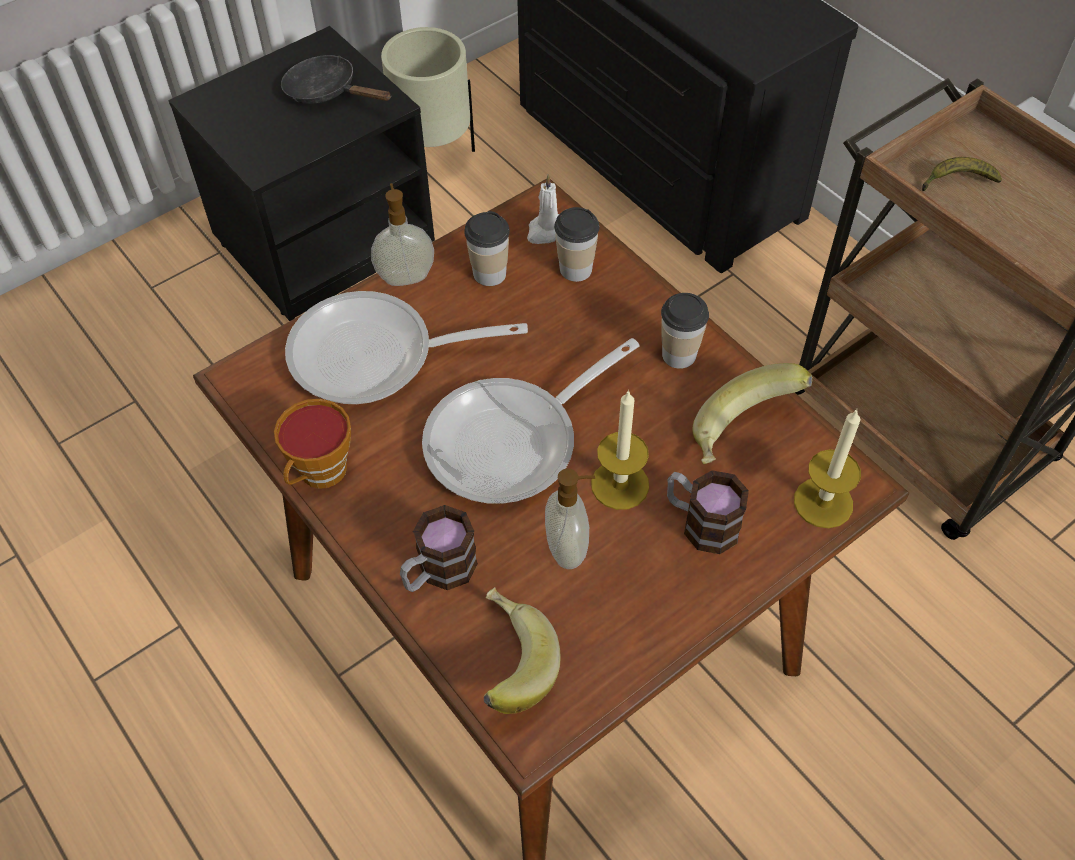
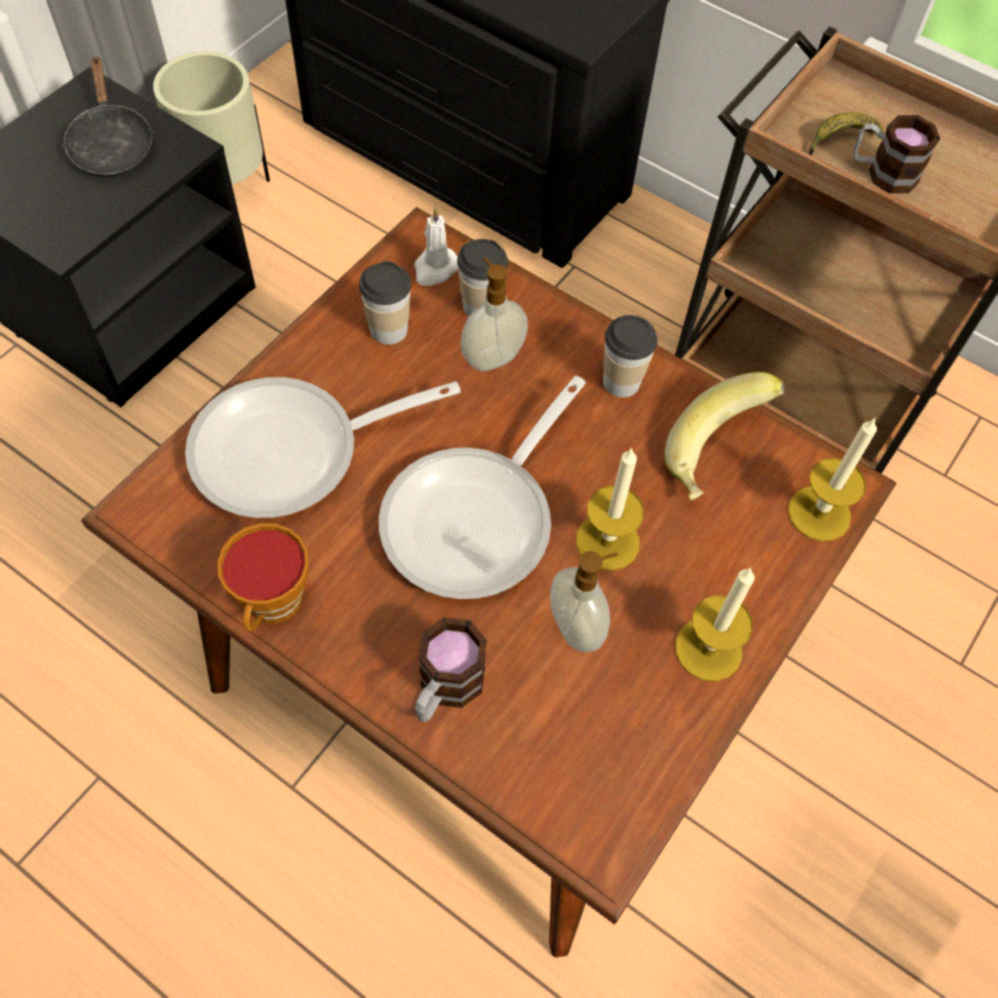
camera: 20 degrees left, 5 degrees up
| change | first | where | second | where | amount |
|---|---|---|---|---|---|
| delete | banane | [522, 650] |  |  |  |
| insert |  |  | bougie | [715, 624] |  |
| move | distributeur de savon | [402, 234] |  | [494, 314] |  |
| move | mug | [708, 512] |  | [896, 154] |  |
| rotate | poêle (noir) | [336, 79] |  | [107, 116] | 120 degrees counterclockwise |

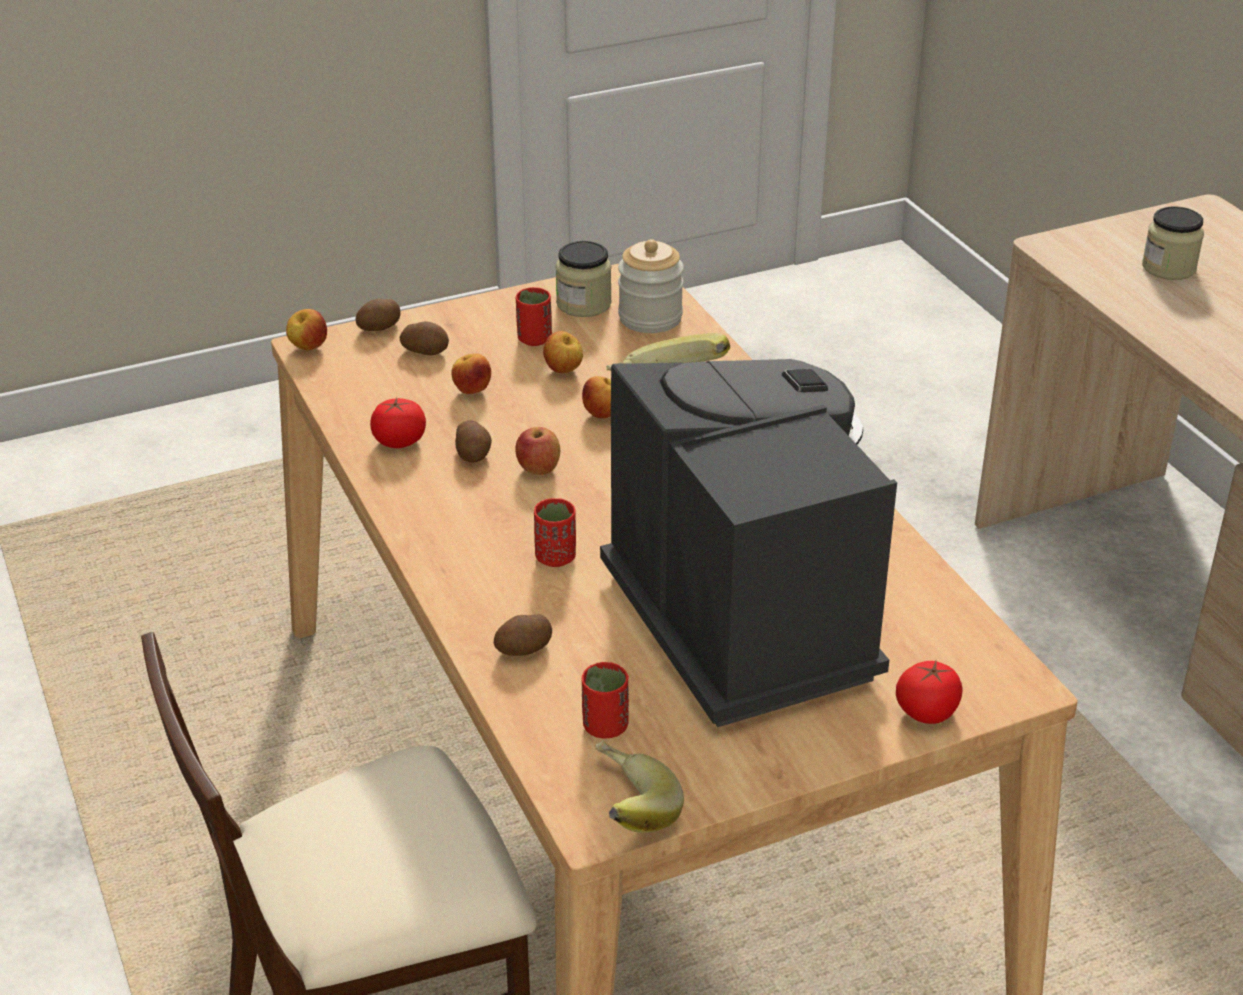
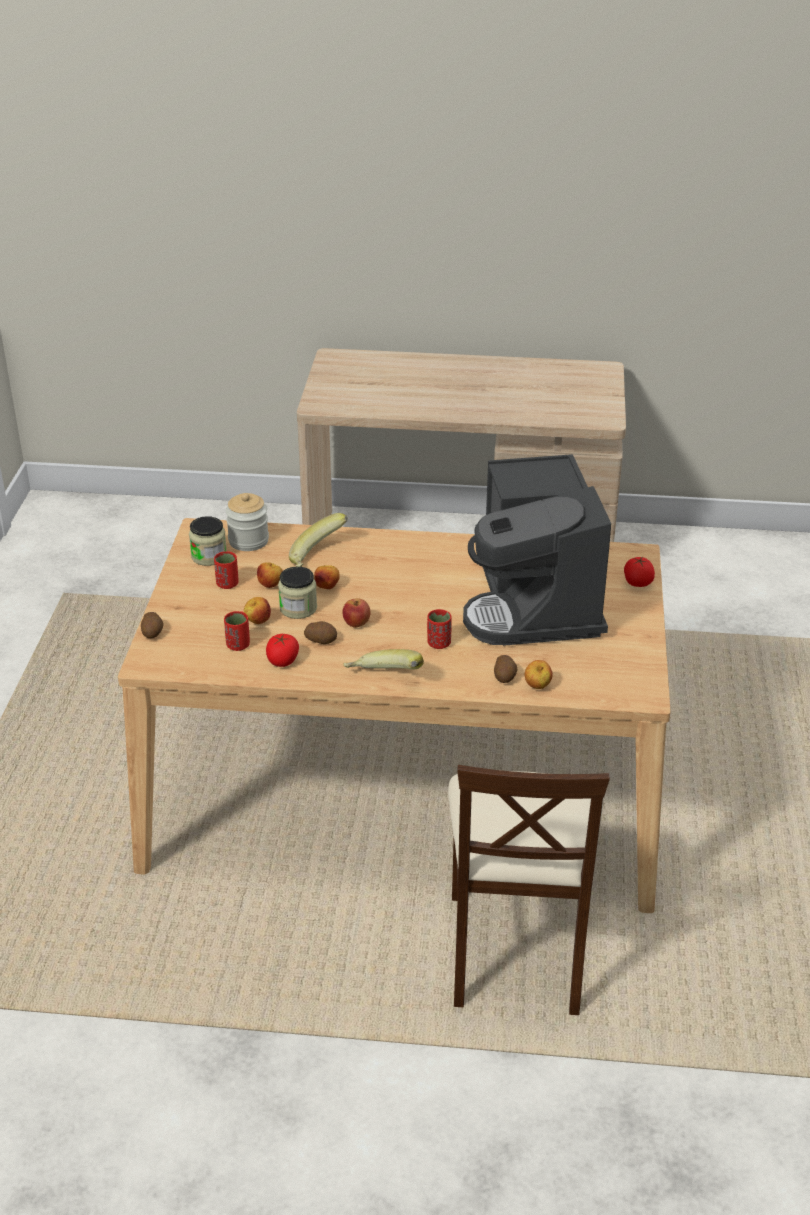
camera: 60 degrees left, 0 degrees up
| change | first | where | second | where | amount |
|---|---|---|---|---|---|
| delete | pomme de terre | [424, 338] |  |  |  |
| move | pomme | [306, 329] |  | [539, 674] |  |
| move | tasse (rouge) | [605, 700] |  | [237, 631] |  |
| move | banane | [639, 786] |  | [383, 659] |  |
| move | bocal | [1173, 243] |  | [297, 593] |  |
| rotate | machine à café | [748, 543] |  | [537, 550] | 105 degrees counterclockwise |

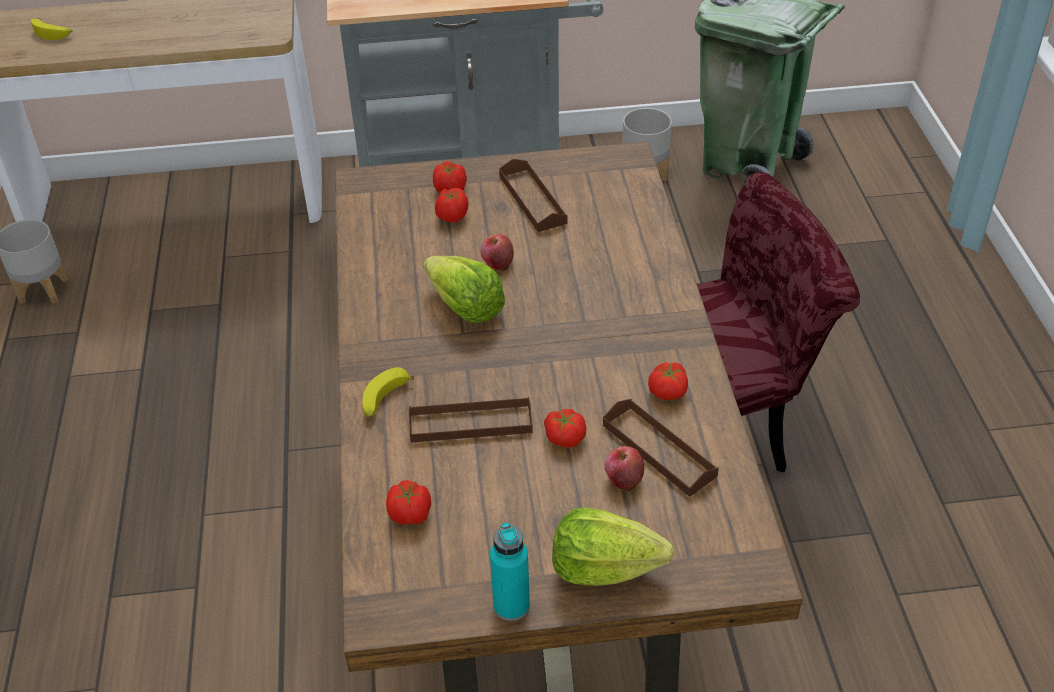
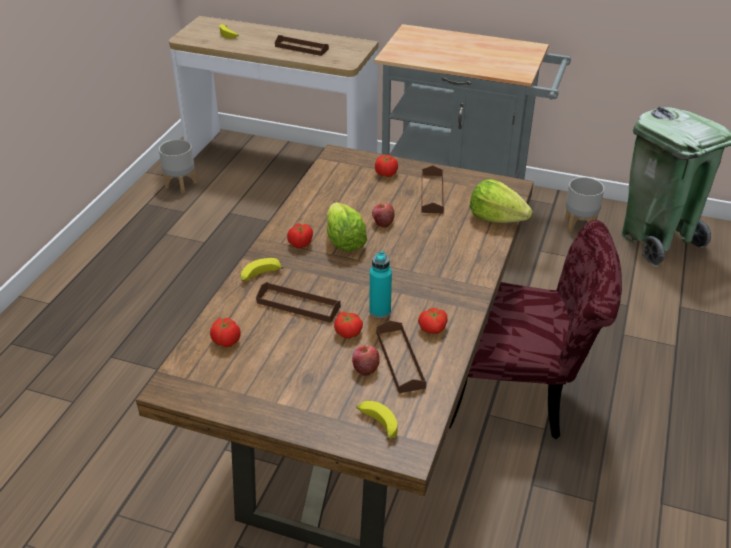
camera: 25 degrees right, 5 degrees down
| change | first | where | second | where | amount |
|---|---|---|---|---|---|
| insert |  |  | plateau (marron) | [302, 45] |  |
| insert |  |  | banane | [377, 420] |  |
| move | tomate | [452, 205] |  | [300, 235] |  |
| move | bouteille (turquoise) | [510, 571] |  | [381, 284] |  |
| move | laitue | [613, 547] |  | [501, 201] |  |

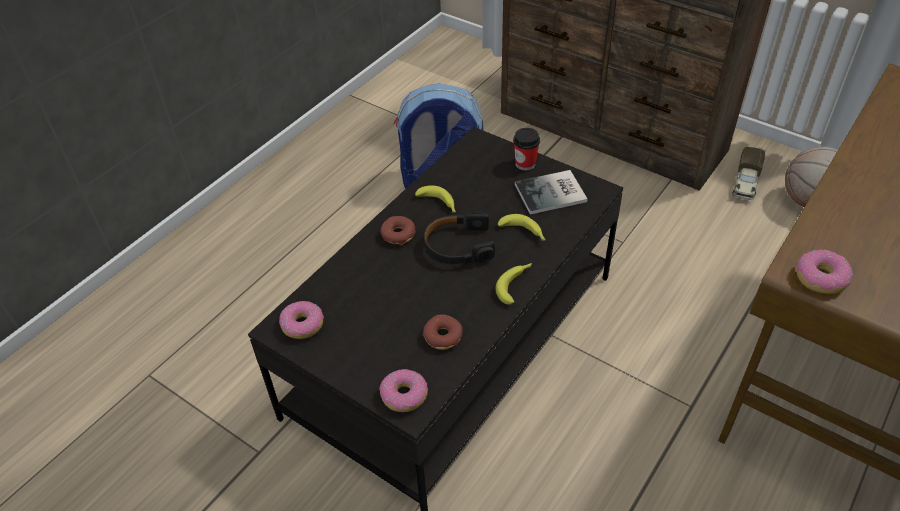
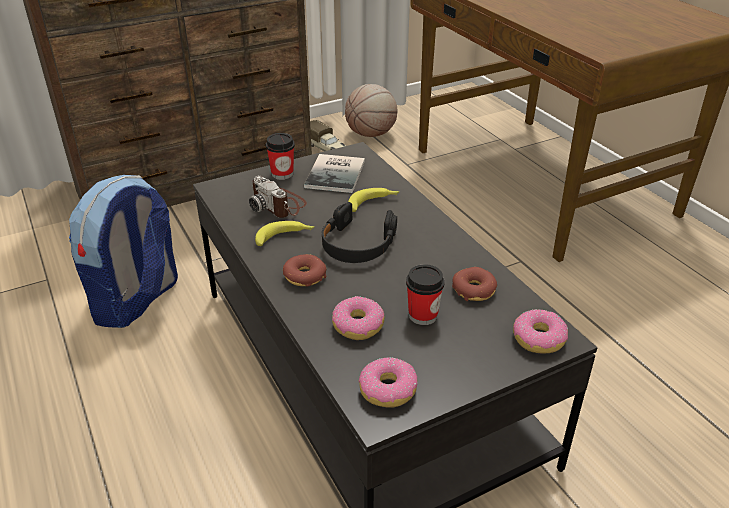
camera: 65 degrees left, 10 degrees down
| change | first | where | second | where | amount |
|---|---|---|---|---|---|
| delete | banane | [513, 284] |  |  |  |
| insert |  |  | appareil photo | [278, 197] |  |
| insert |  |  | tasse | [425, 294] |  |
| move | beignet | [824, 272] |  | [358, 318] |  |

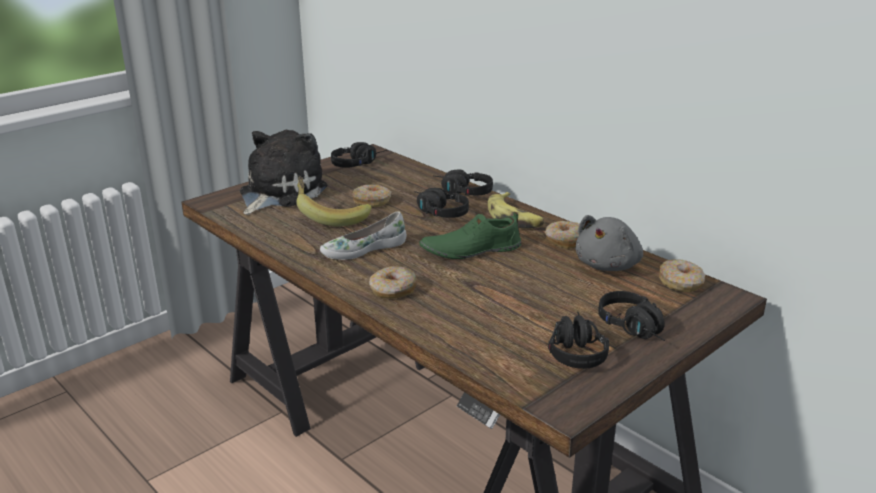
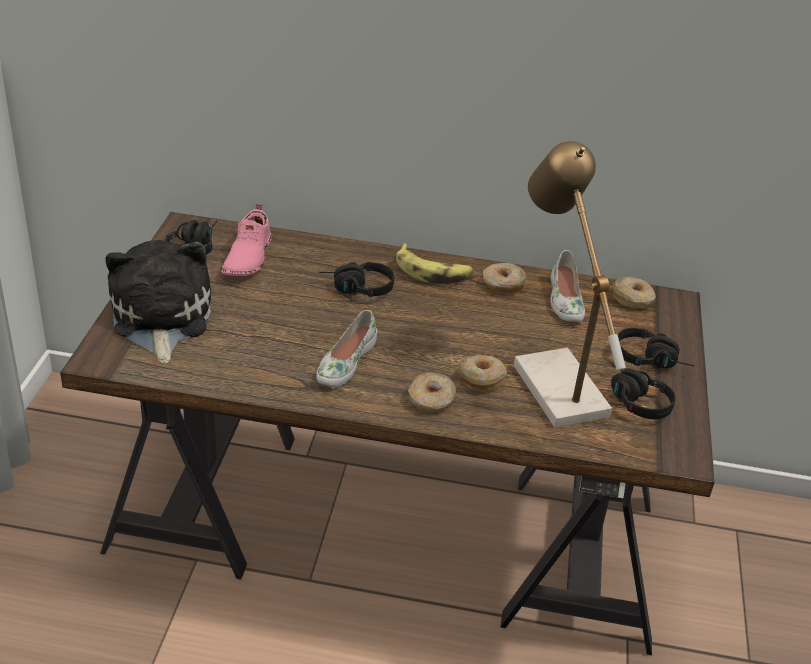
camera: 40 degrees left, 10 degrees up
| change | first | where | second | where | amount |
|---|---|---|---|---|---|
| delete | banane | [334, 202] |  |  |  |
| delete | chaussure (vert) | [470, 235] |  |  |  |
| delete | casque audio (noir) | [463, 182] |  |  |  |
| insert |  |  | chaussure (rose) | [246, 240] |  |
| insert |  |  | lampe de table | [570, 284] |  |
| move | beignet | [371, 196] |  | [483, 373] |  |
| replace | peluche (gris) | [609, 243] | chaussure (blanc) | [567, 286] |  |

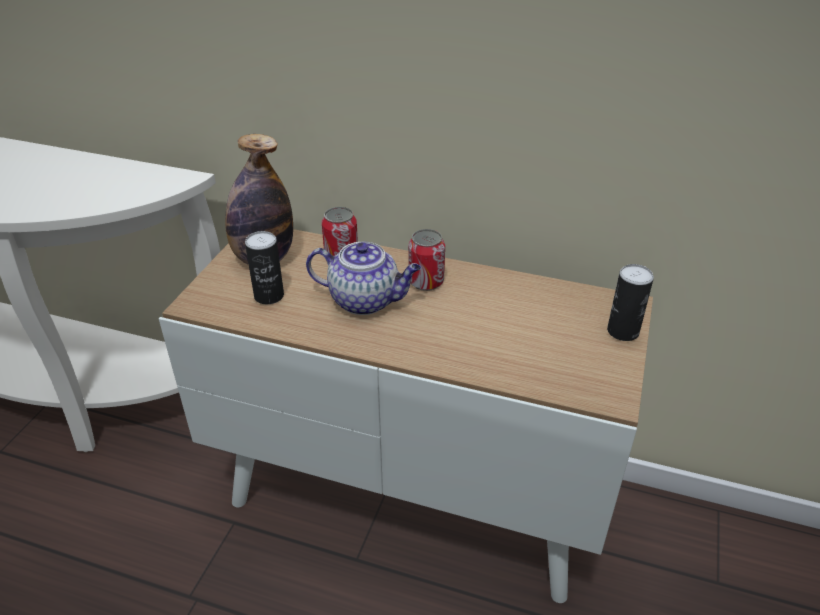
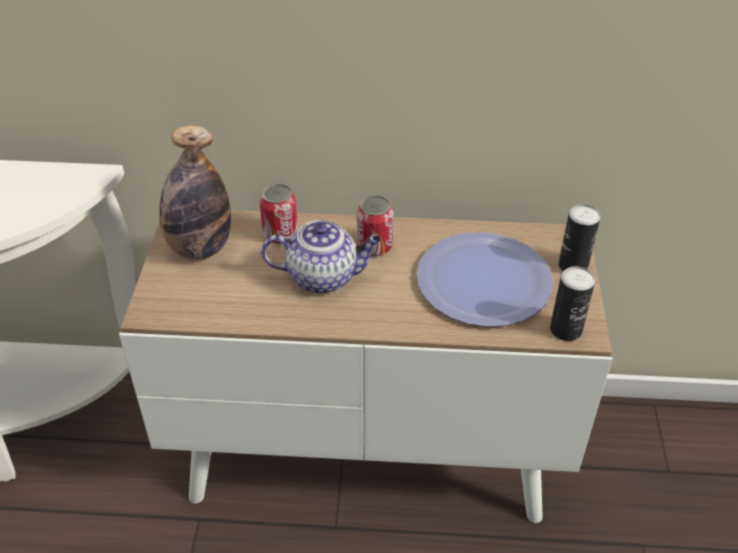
camera: 15 degrees left, 5 degrees up
| change | first | where | second | where | amount |
|---|---|---|---|---|---|
| insert |  |  | assiette | [484, 279] |  |
| move | boîte métallique | [264, 267] |  | [572, 303] |  |

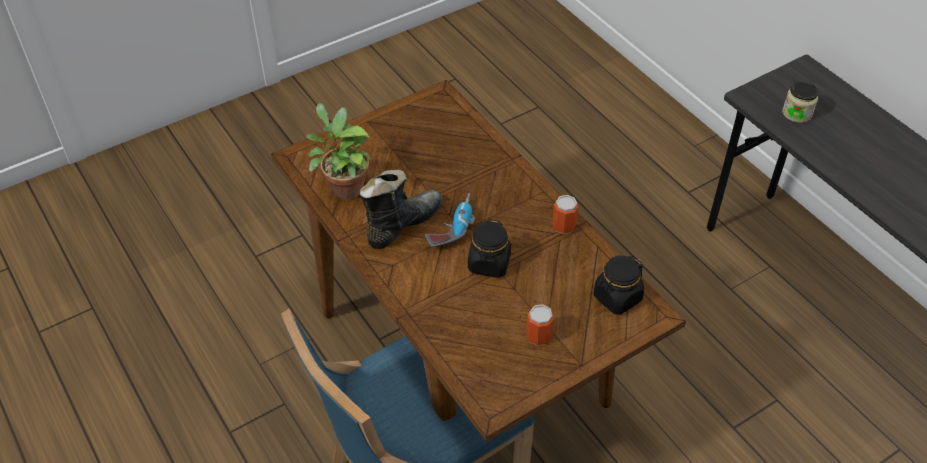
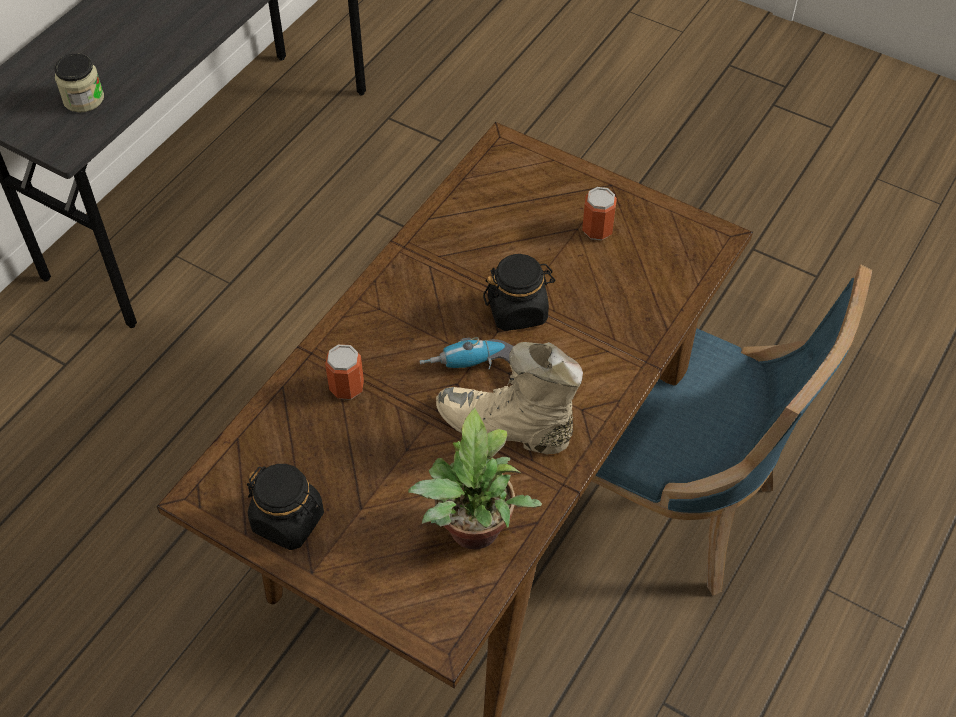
camera: 115 degrees left, 5 degrees up
| change | first | where | second | where | amount |
|---|---|---|---|---|---|
| move | boîte métallique | [565, 214] |  | [344, 372] |  |
| move | bocal (noir) | [619, 285] |  | [285, 507] |  |
| recolor | botte (noir) | [401, 209] | botte (beige) | [509, 398] |  |

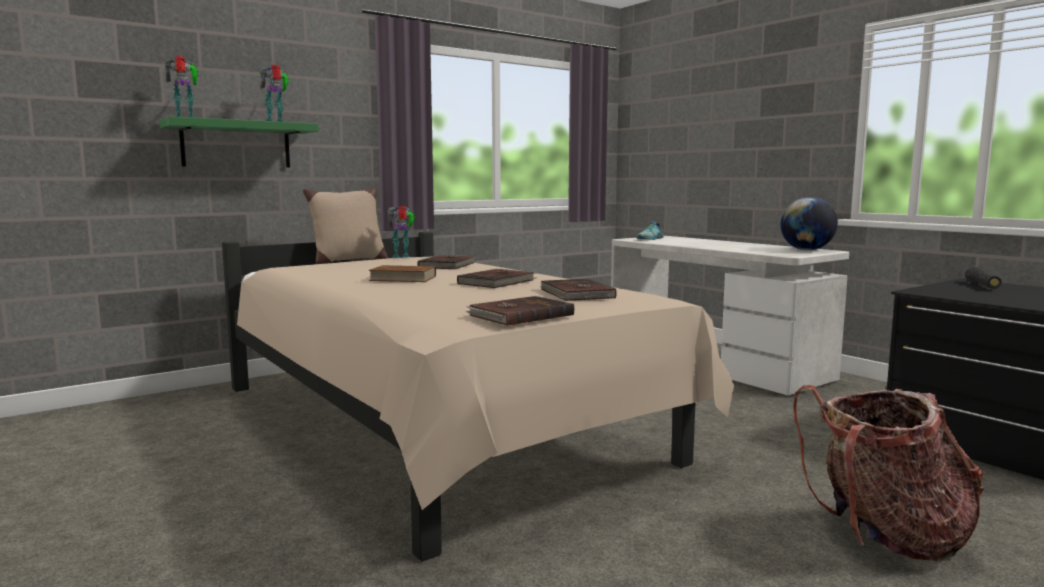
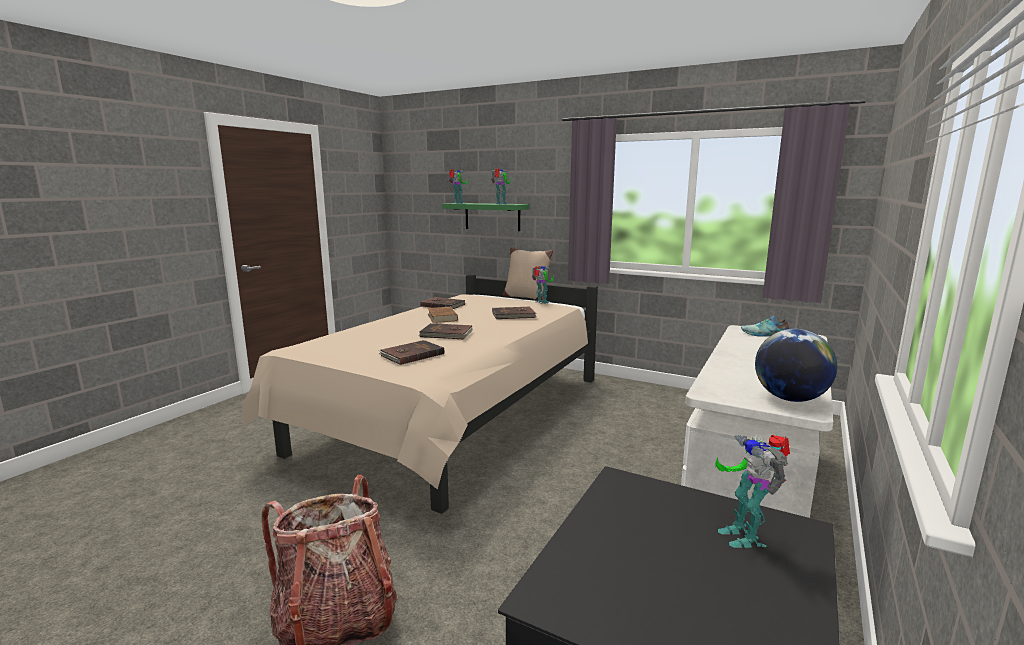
camera: 65 degrees right, 5 degrees up
| change | first | where | second | where | amount |
|---|---|---|---|---|---|
| move | livre (marron) | [520, 311] |  | [443, 303] |  |
| replace | lampe de poche (noir) | [983, 277] | robot jouet | [752, 491] |  |

